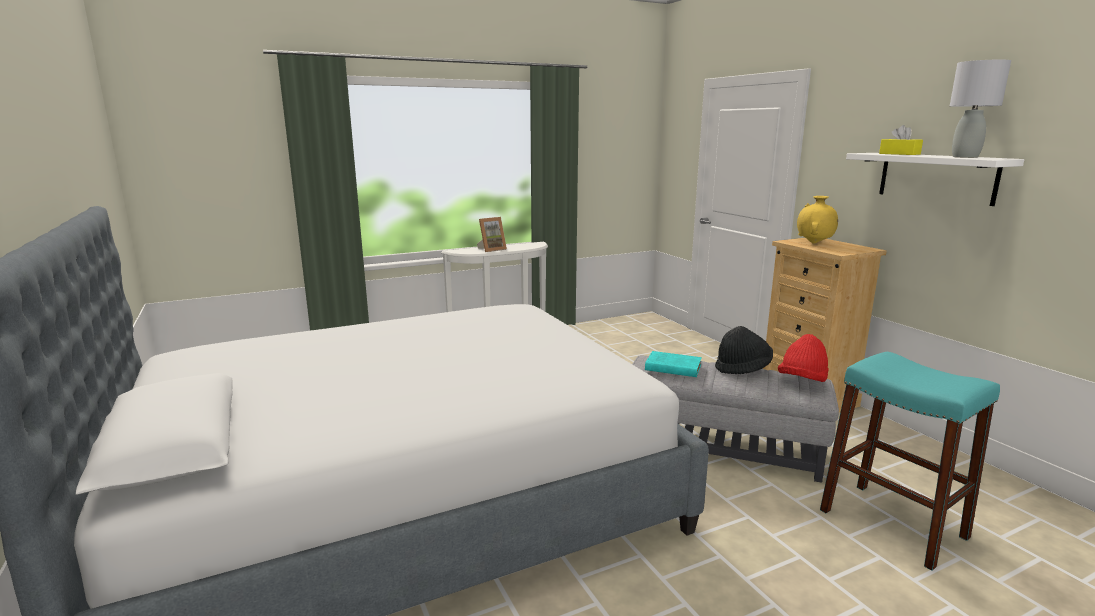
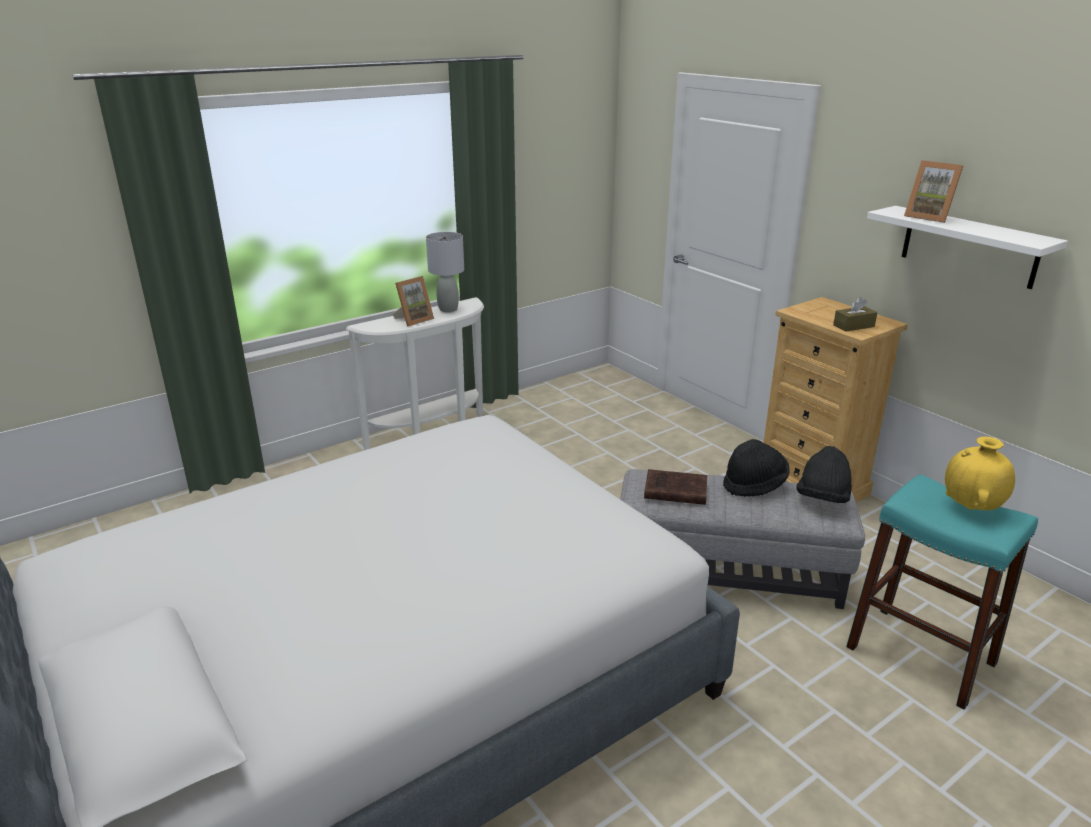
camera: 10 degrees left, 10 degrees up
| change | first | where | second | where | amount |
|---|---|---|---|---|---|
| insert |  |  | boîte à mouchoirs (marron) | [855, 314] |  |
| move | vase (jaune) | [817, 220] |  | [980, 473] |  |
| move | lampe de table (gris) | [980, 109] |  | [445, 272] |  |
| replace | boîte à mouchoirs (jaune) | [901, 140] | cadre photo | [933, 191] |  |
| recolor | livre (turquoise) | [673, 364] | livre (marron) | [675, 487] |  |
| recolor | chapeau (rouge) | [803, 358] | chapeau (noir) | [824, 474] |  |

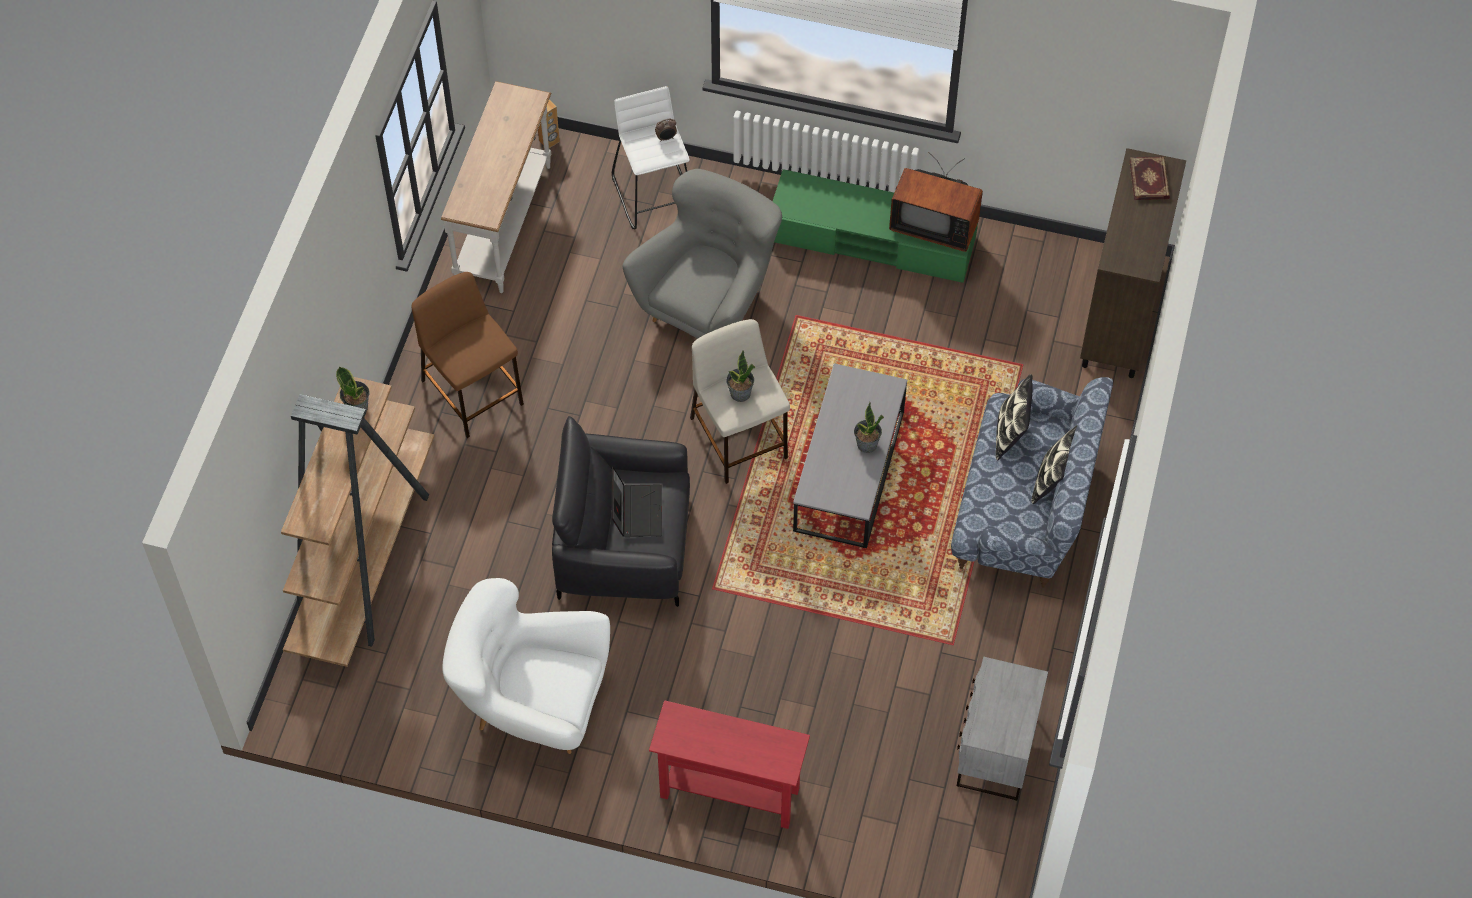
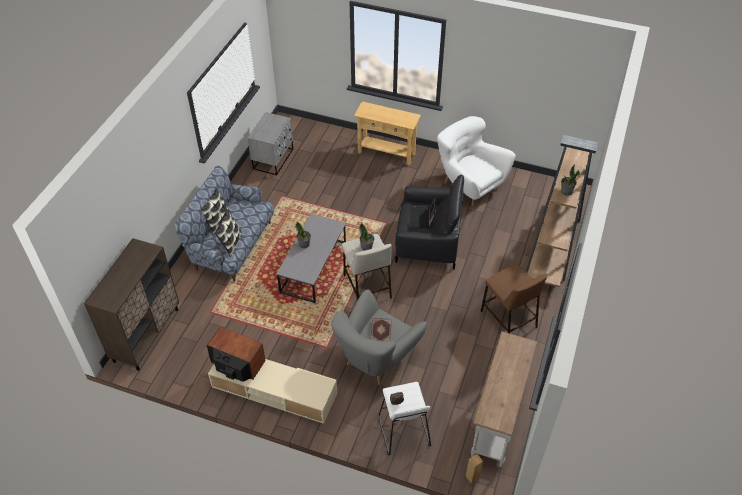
camera: 175 degrees left, 10 degrees down
| change | first | where | second | where | amount |
|---|---|---|---|---|---|
| move | livre | [1149, 178] |  | [381, 329] |  |
| recolor | table console (rouge) | [729, 764] | table console (beige) | [387, 133] |  |
| recolor | meuble télé (vert) | [875, 226] | meuble télé (beige) | [272, 391] |  |
| rotate | fauteuil (blanc) | [526, 666] |  | [476, 161] | 150 degrees counterclockwise |

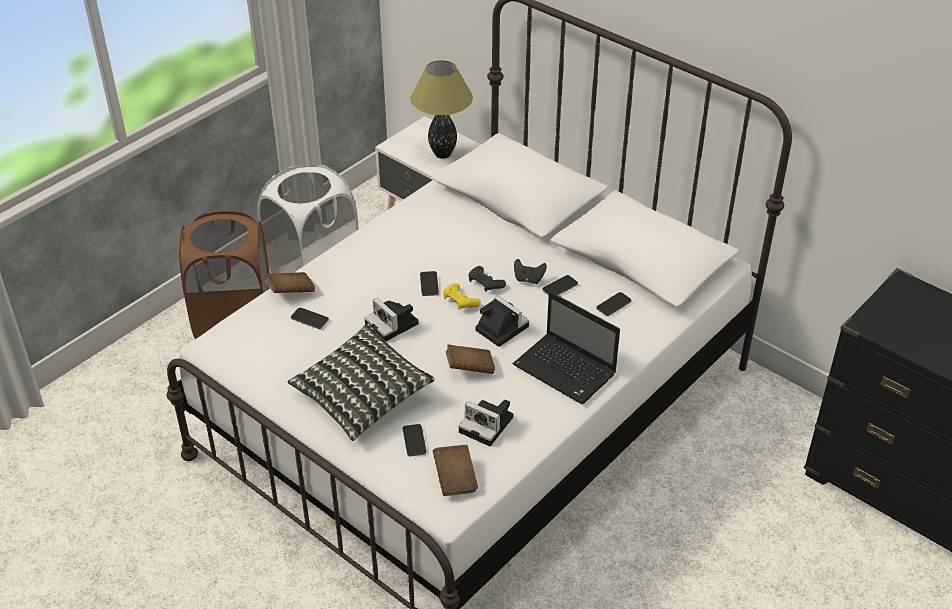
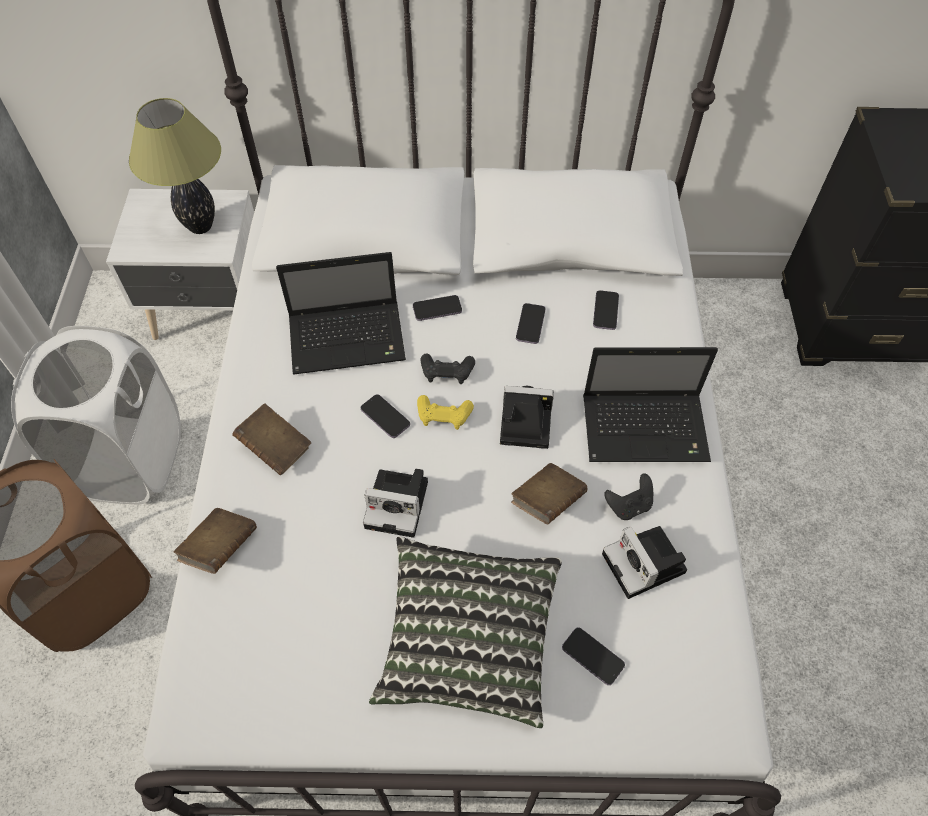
camera: 40 degrees left, 15 degrees up
| change | first | where | second | where | amount |
|---|---|---|---|---|---|
| insert |  |  | ordinateur portable | [341, 313] |  |
| move | téléphone | [310, 318] |  | [437, 308] |  |
| move | livre (marron) | [455, 470] |  | [271, 439] |  |
| move | manette (noir) | [530, 271] |  | [628, 497] |  |
| rotate | appareil photo | [485, 422] |  | [644, 562] | 75 degrees clockwise |

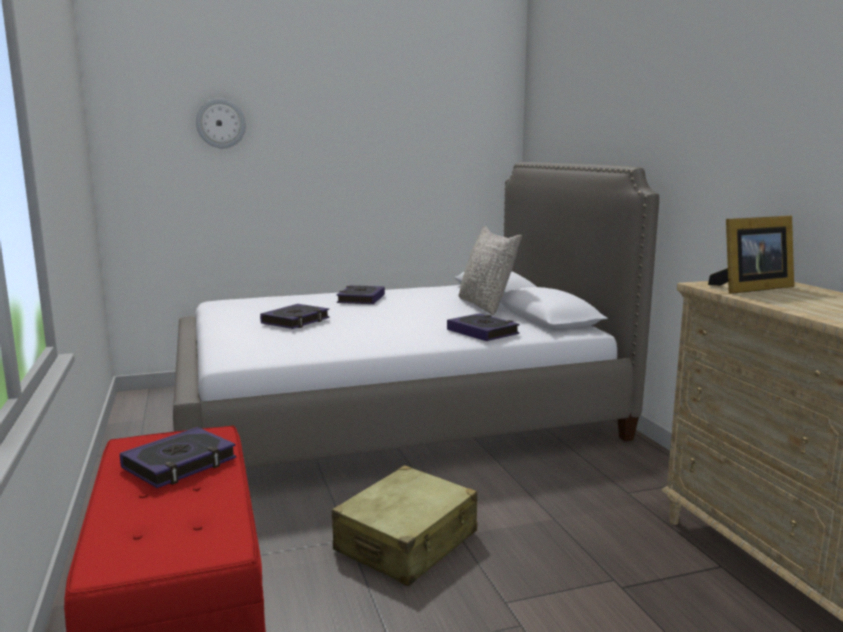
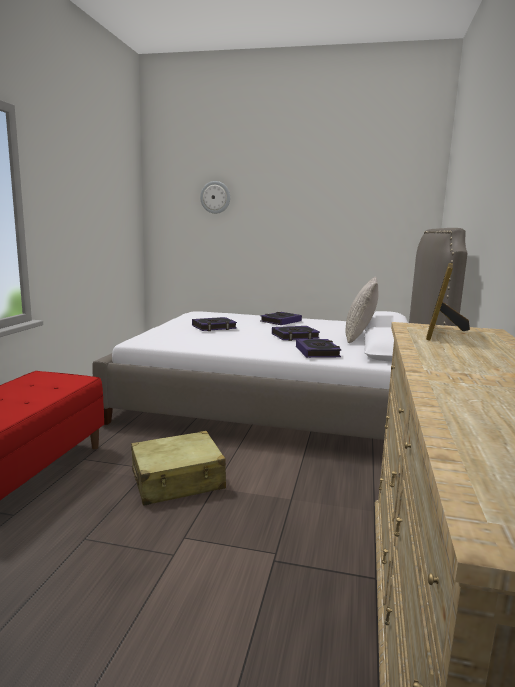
camera: 30 degrees right, 0 degrees up
| change | first | where | second | where | amount |
|---|---|---|---|---|---|
| move | livre | [178, 457] |  | [296, 333] |  |
| rotate | cadre photo | [751, 255] |  | [448, 302] | 105 degrees clockwise |

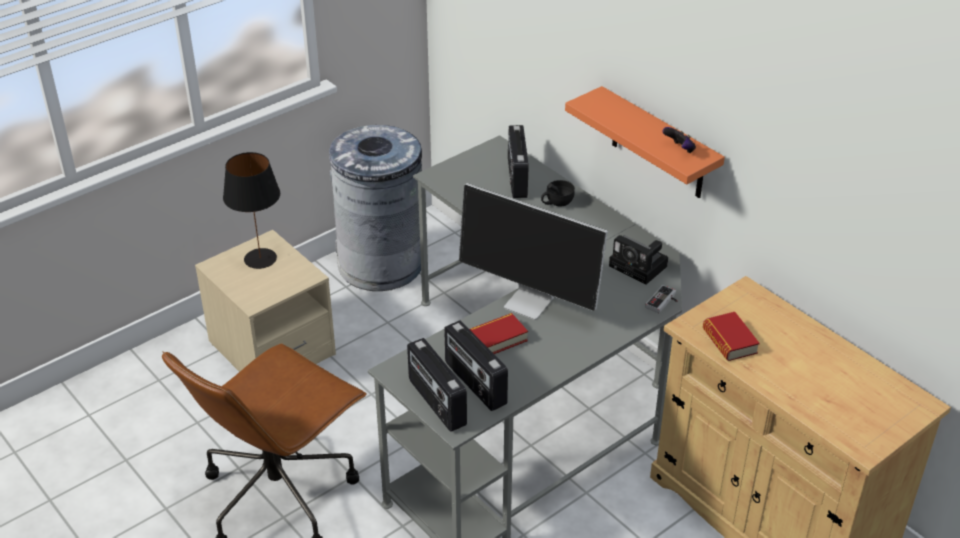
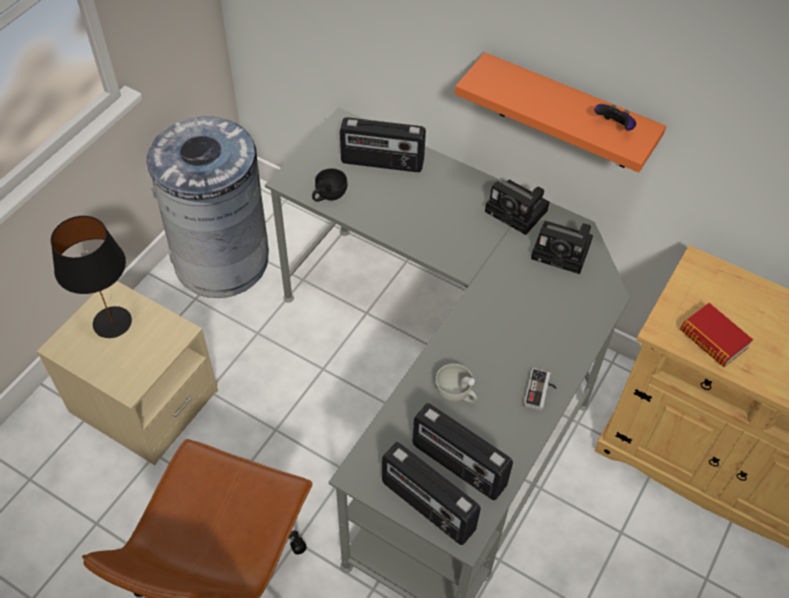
camera: 20 degrees left, 15 degrees up
| change | first | where | second | where | amount |
|---|---|---|---|---|---|
| delete | écran d'ordinateur | [533, 251] |  |  |  |
| insert |  |  | appareil photo | [517, 207] |  |
| move | tasse (noir) | [558, 193] |  | [329, 185] |  |
| move | manette | [661, 299] |  | [540, 389] |  |
| replace | livre | [499, 333] | tasse (blanc) | [456, 384] |  |
| rotate | radio | [518, 161] |  | [383, 144] | 60 degrees counterclockwise |

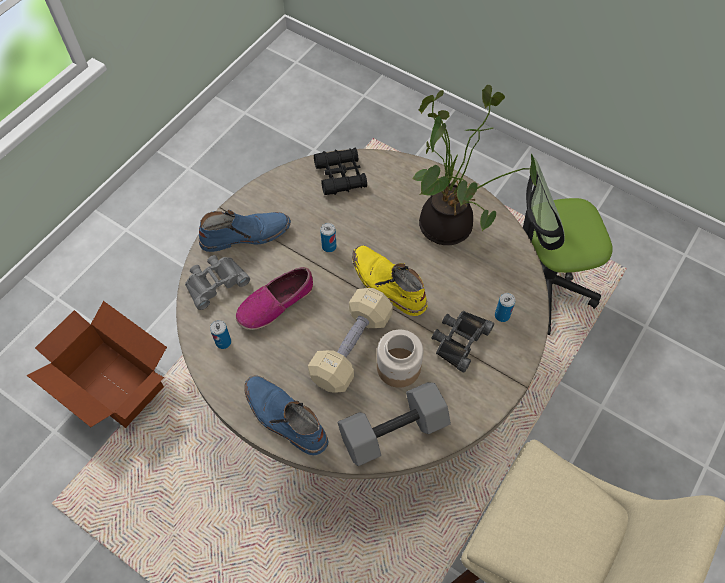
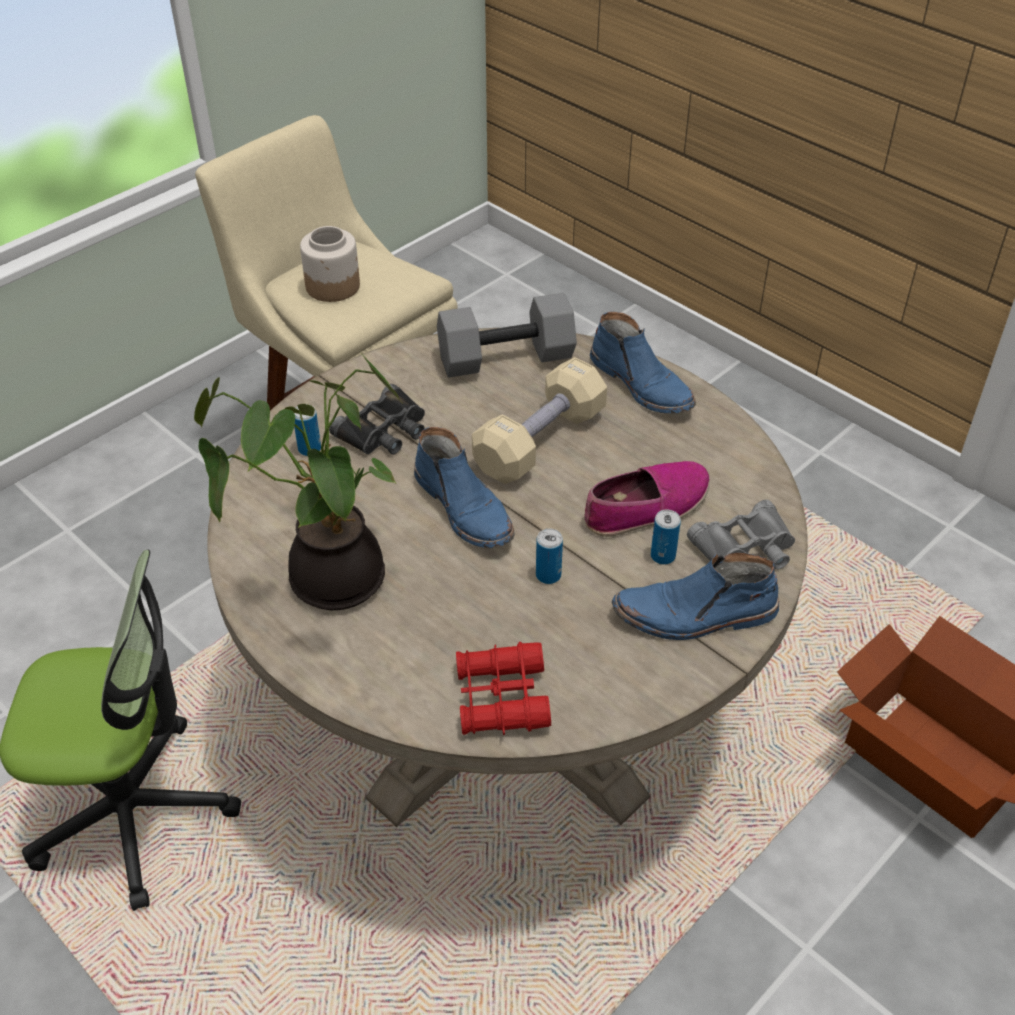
camera: 170 degrees left, 15 degrees down
| change | first | where | second | where | amount |
|---|---|---|---|---|---|
| move | boîte métallique | [220, 334] |  | [666, 537] |  |
| move | bocal | [400, 359] |  | [330, 264] |  |
| recolor | jumelles (noir) | [340, 171] | jumelles (rouge) | [503, 688] |  |
| recolor | botte (jaune) | [389, 280] | botte (bleu) | [464, 487] |  |

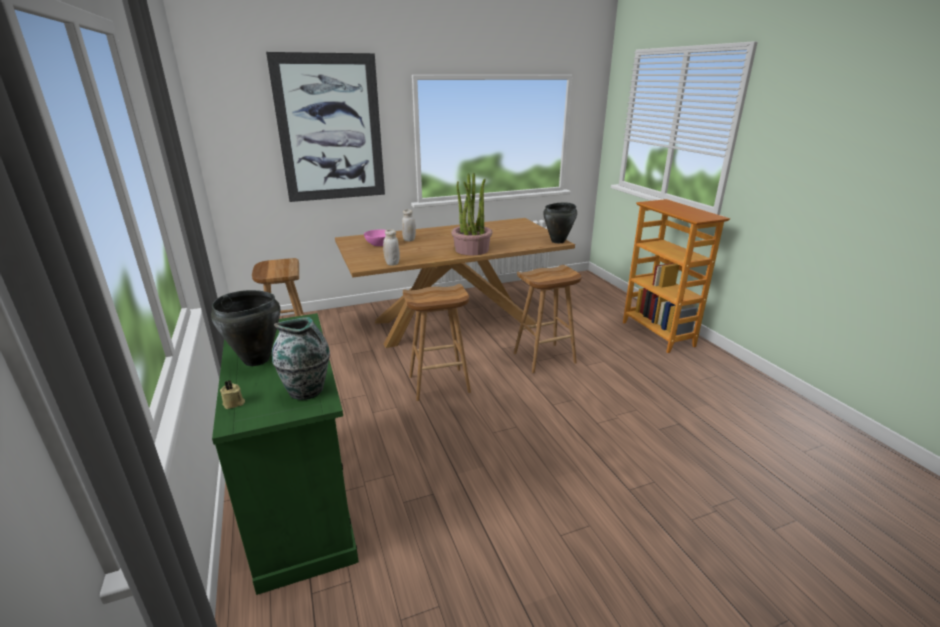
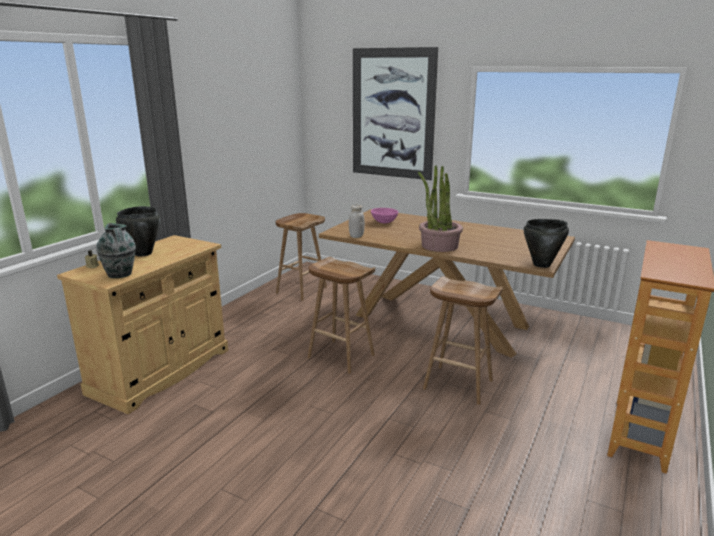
camera: 50 degrees right, 5 degrees down
| change | first | where | second | where | amount |
|---|---|---|---|---|---|
| delete | bocal (blanc) | [409, 225] |  |  |  |
| recolor | meuble de rangement (vert) | [285, 454] | meuble de rangement (beige) | [142, 324] |  |

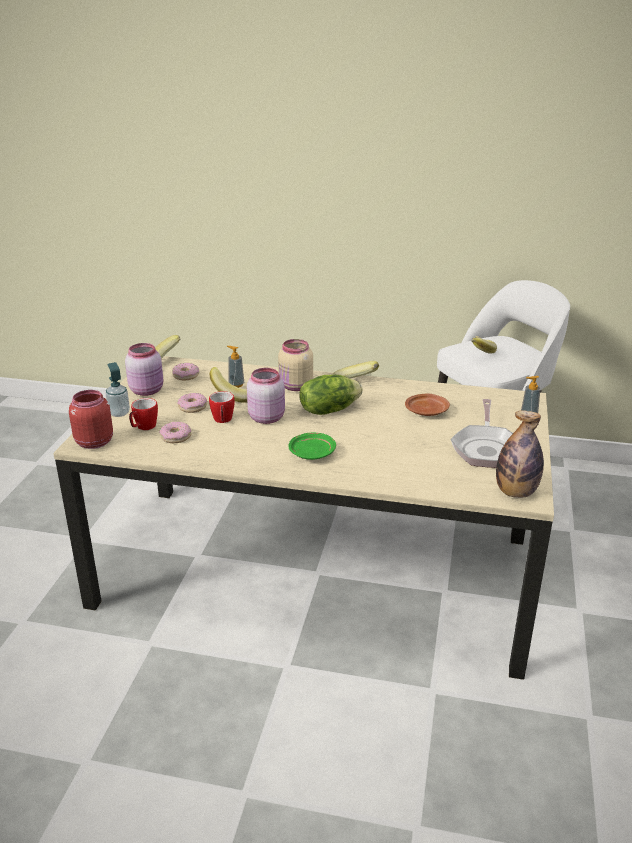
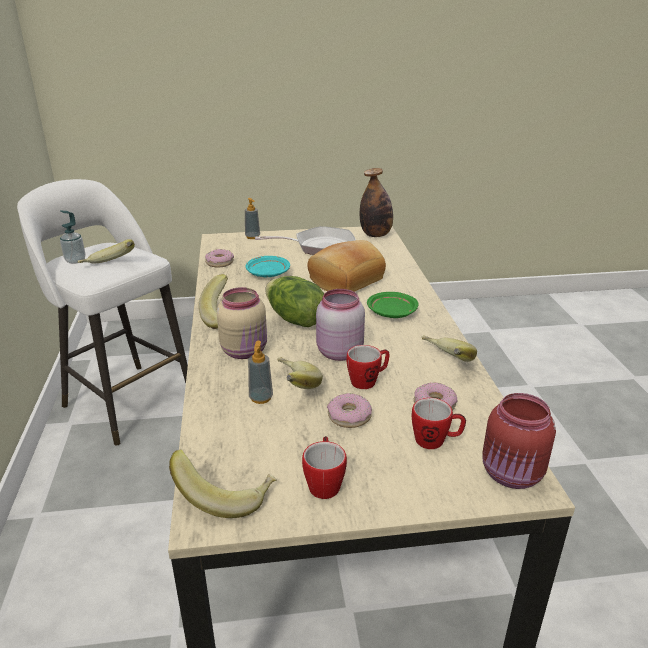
camera: 110 degrees left, 0 degrees up
| change | first | where | second | where | amount |
|---|---|---|---|---|---|
| insert |  |  | pain | [346, 266] |  |
| insert |  |  | banane | [449, 348] |  |
| move | distributeur de savon | [117, 389] |  | [72, 237] |  |
| move | beignet | [185, 371] |  | [219, 258] |  |
| replace | bocal (rose) | [144, 369] | mug | [324, 467] |  |
| recolor | assiette (marron) | [427, 404] | assiette (turquoise) | [267, 266] |  |

